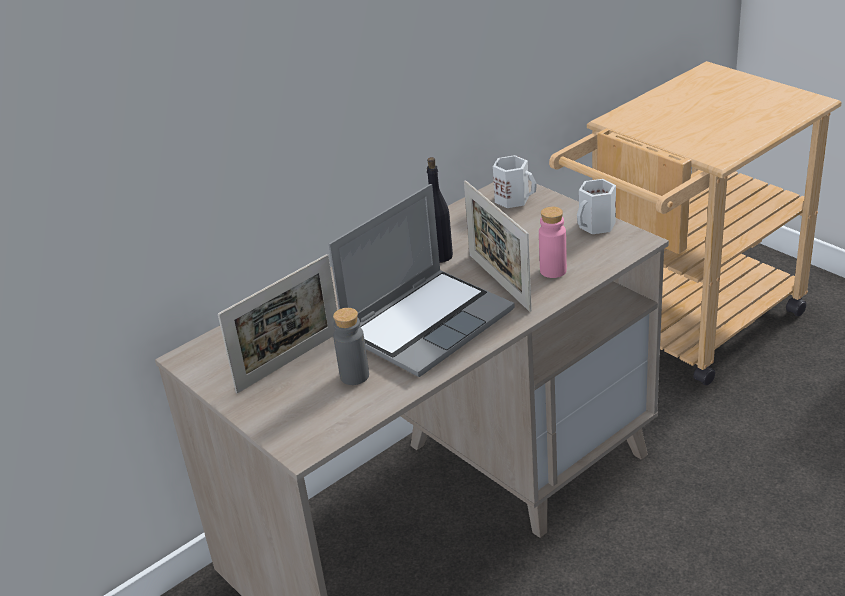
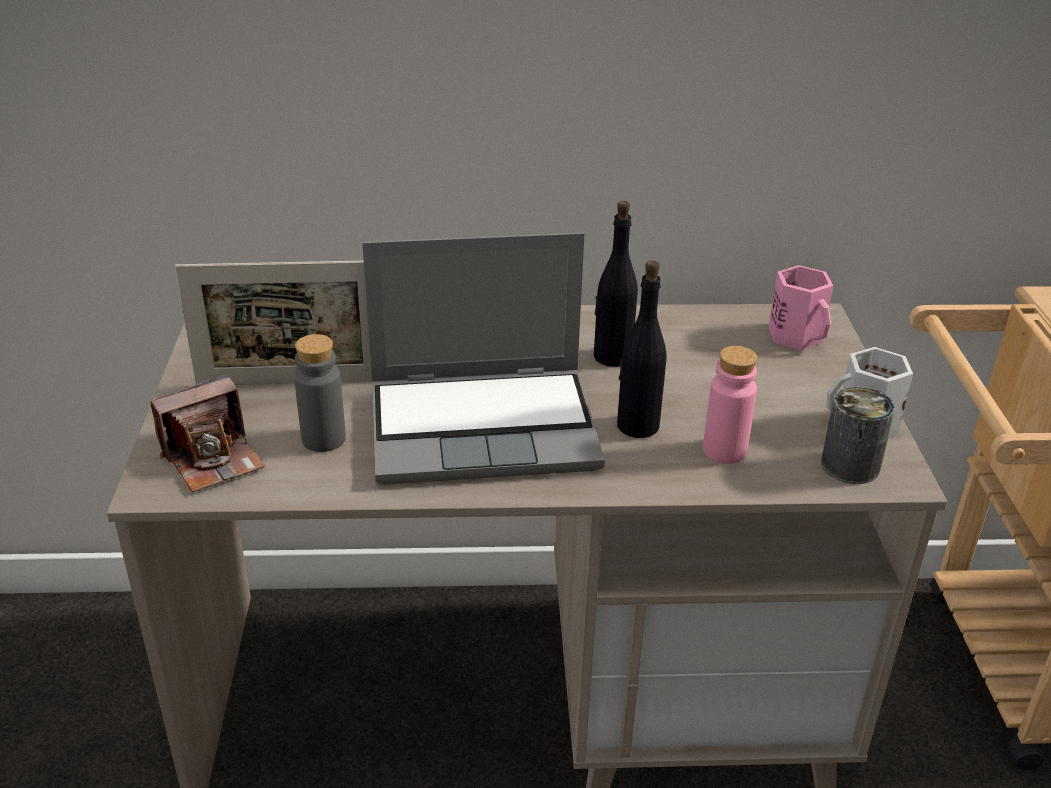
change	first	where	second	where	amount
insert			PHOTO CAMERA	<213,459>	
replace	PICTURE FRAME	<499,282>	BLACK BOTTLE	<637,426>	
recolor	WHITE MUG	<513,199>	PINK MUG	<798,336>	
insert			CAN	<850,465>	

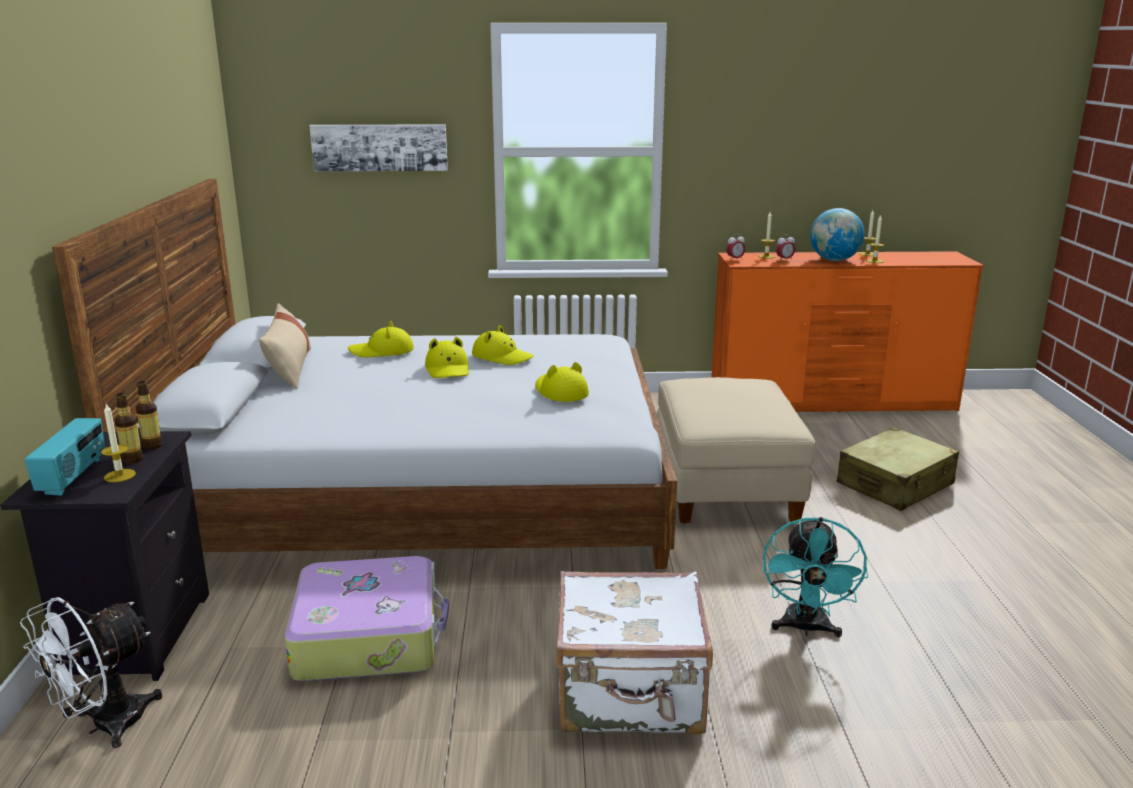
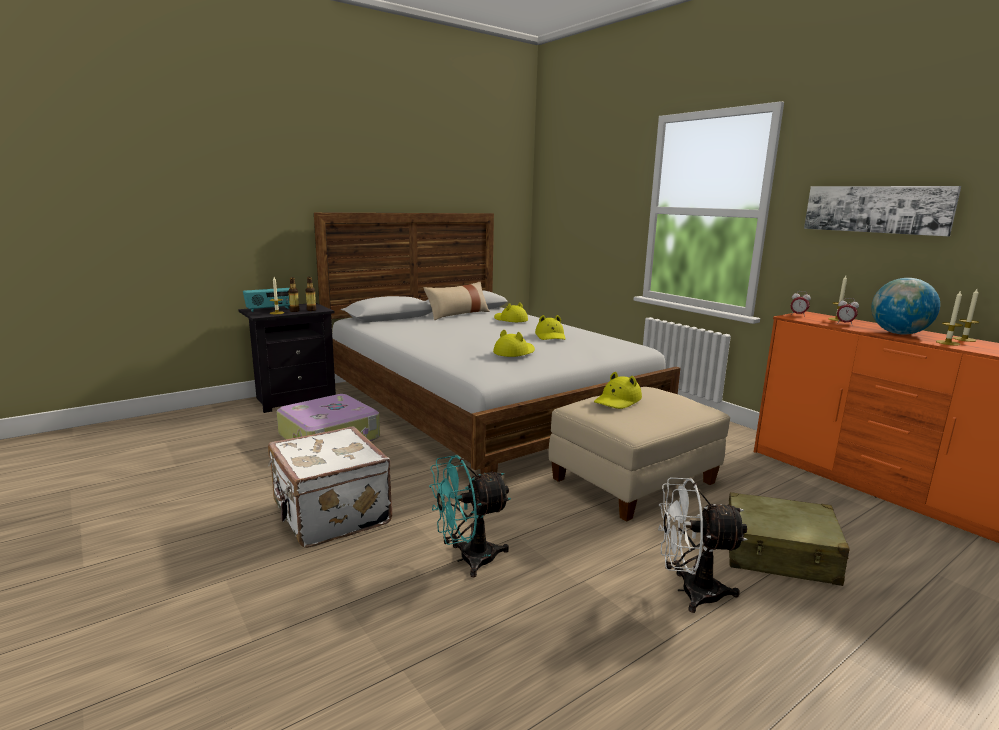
change	first	where	second	where	amount
move	YELLOW HAT	<448,369>		<617,401>	
move	WHITE FAN	<105,726>		<689,592>	
move	PICTURE	<380,147>		<876,209>	

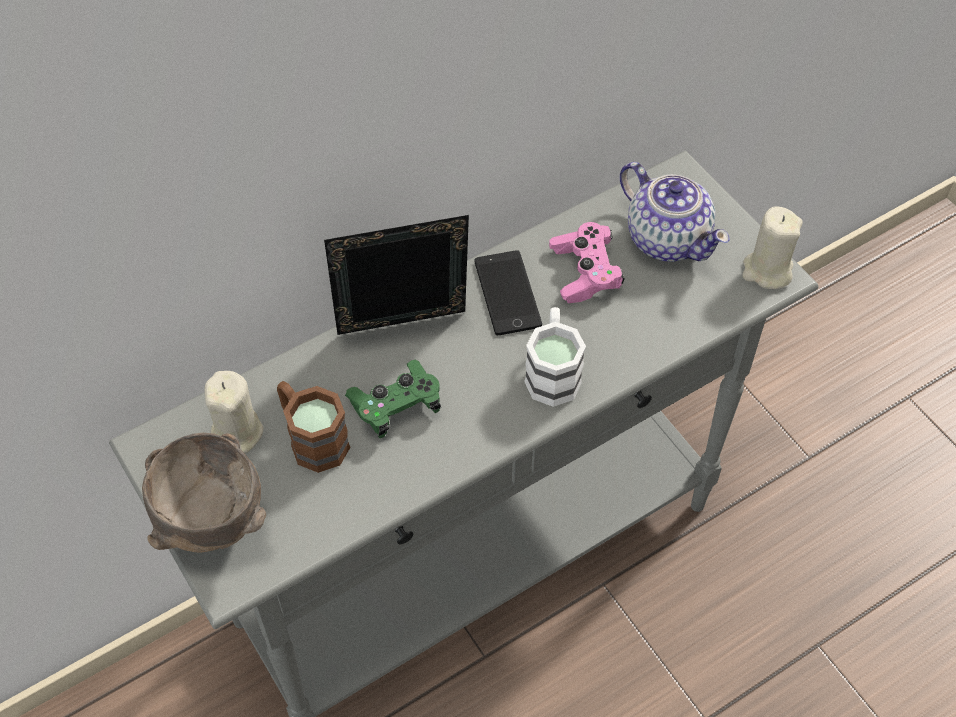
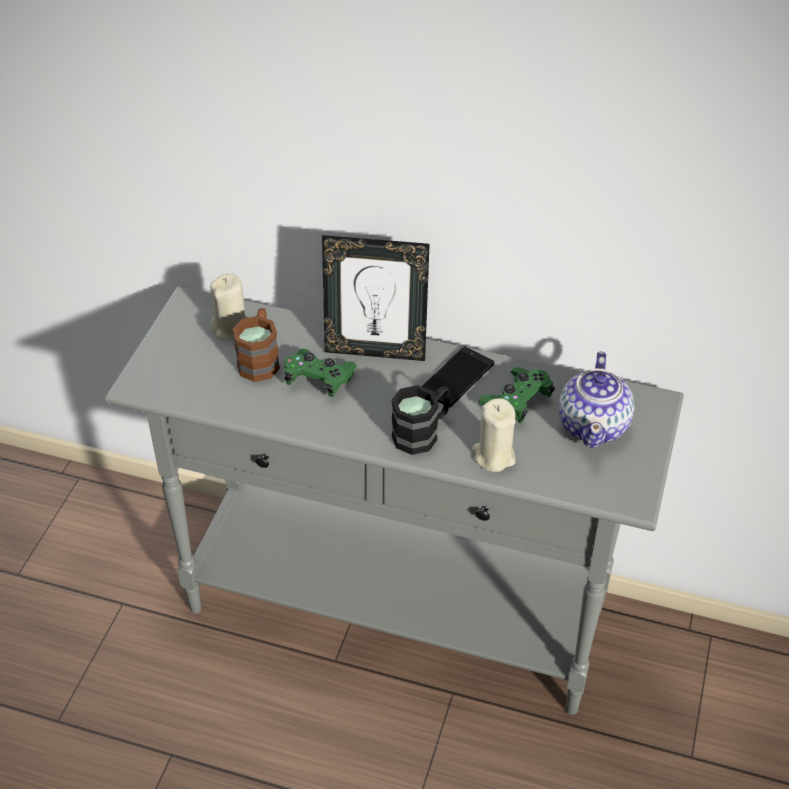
change	first	where	second	where	amount
rotate	PICTURE FRAME	<403,331>		<375,350>	150 degrees clockwise
recolor	WHITE MUG	<552,371>	BLACK MUG	<422,432>	
move	BEIGE CANDLE	<767,271>		<493,456>	
recolor	PINK GAME CONTROLLER	<585,272>	GREEN GAME CONTROLLER	<516,402>	
delete	BROWN BOWL	<212,524>			

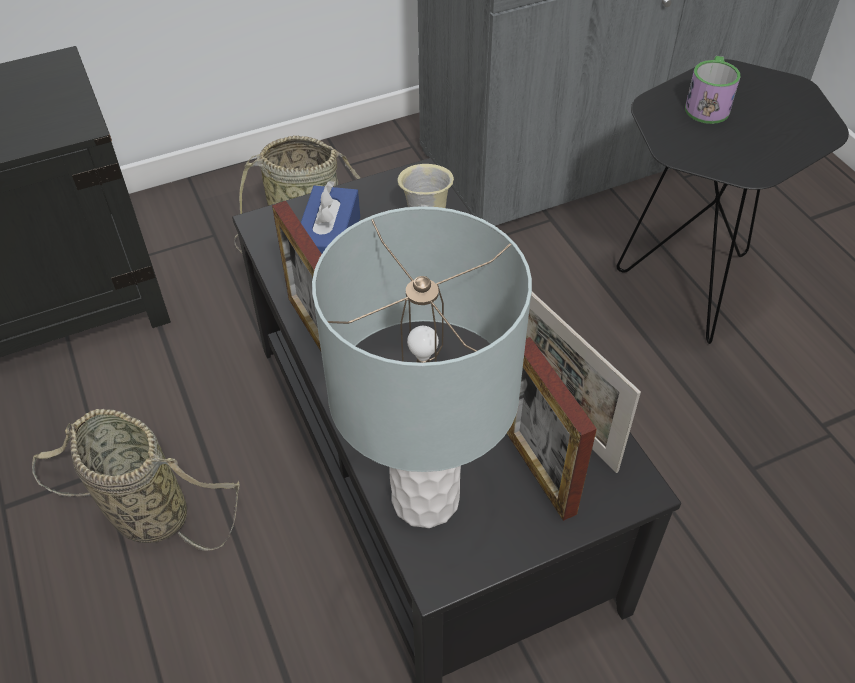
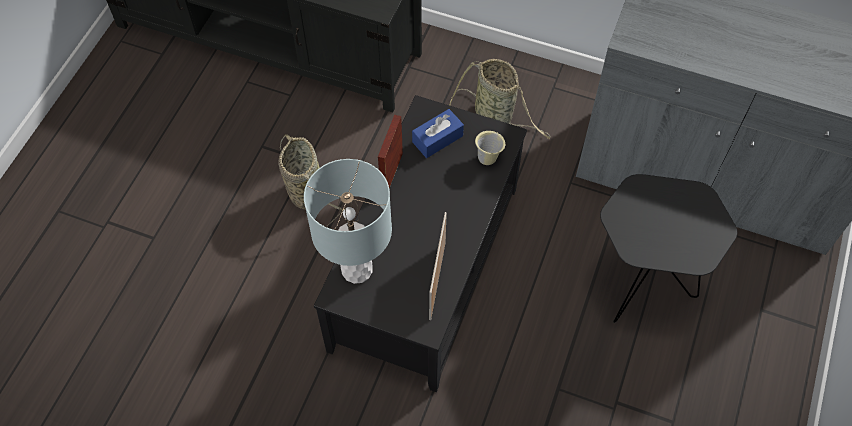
change	first	where	second	where	amount
delete	PICTURE FRAME	<540,472>			
delete	MUG	<708,105>			

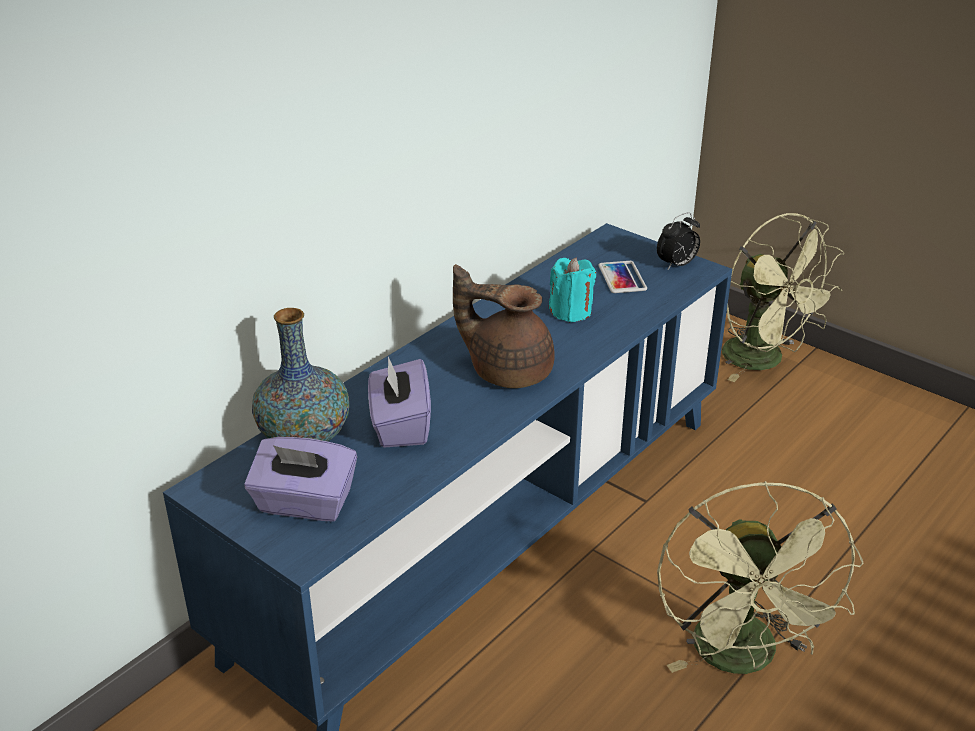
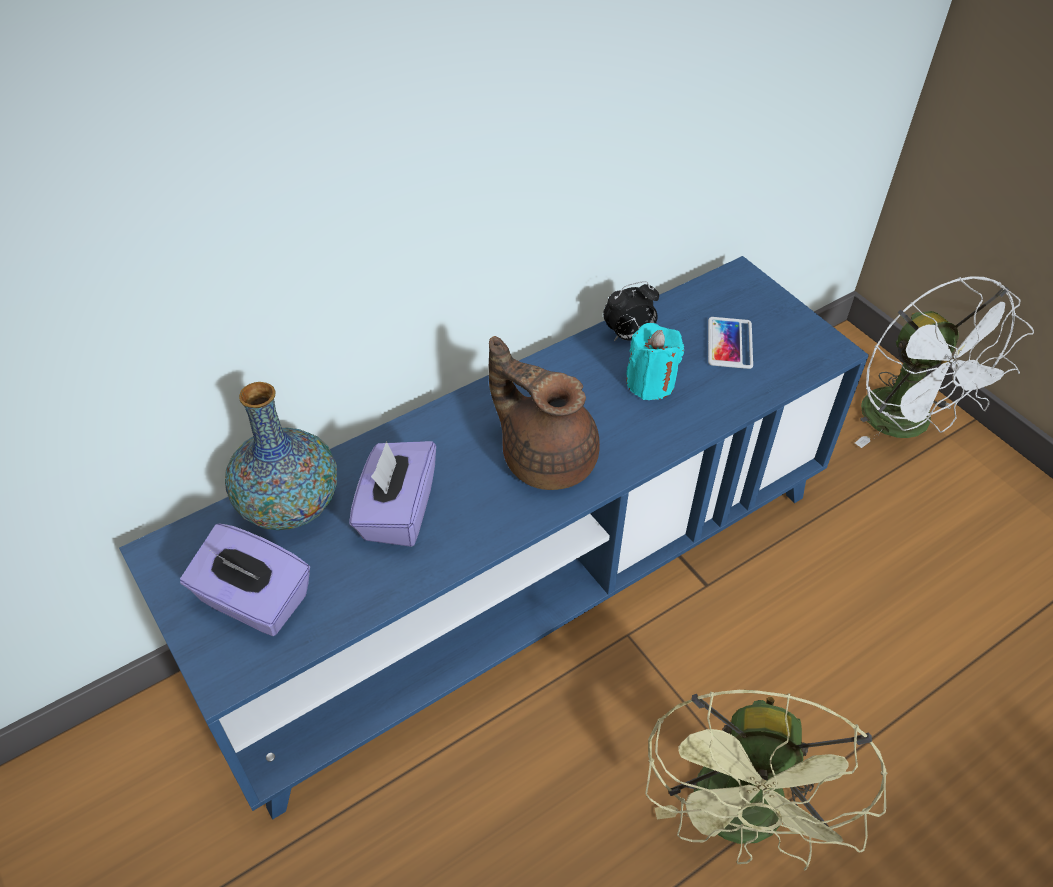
change	first	where	second	where	amount
move	ALARM CLOCK	<677,265>		<628,336>	
recolor	GREEN FAN	<764,361>	WHITE FAN	<907,425>	

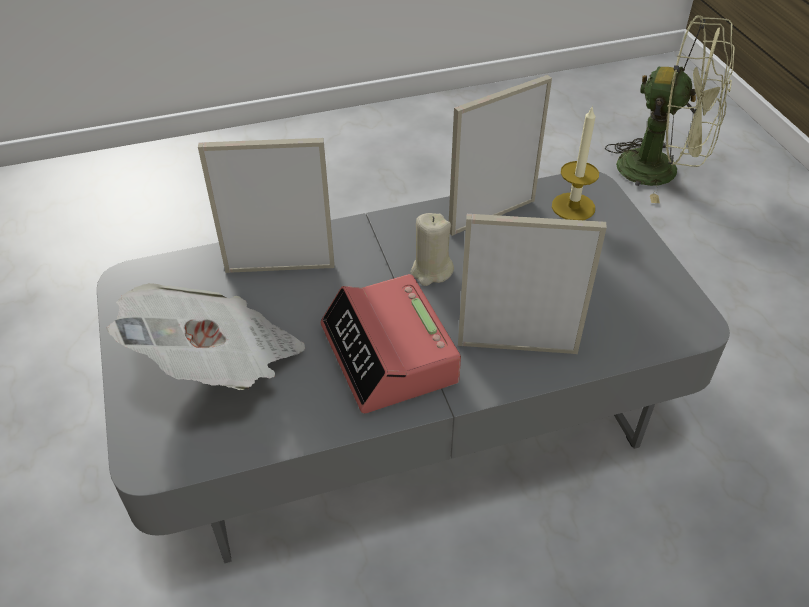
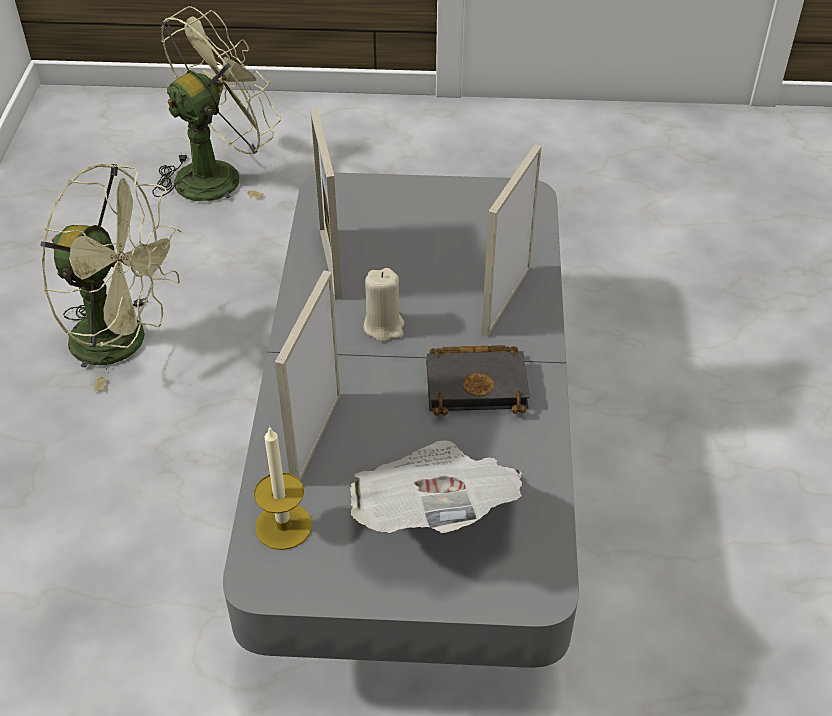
change	first	where	second	where	amount
insert			GREEN FAN	<125,341>	
move	CANDLE	<573,207>		<283,526>	
replace	ALARM CLOCK	<389,355>	BLACK BOOK	<479,384>	

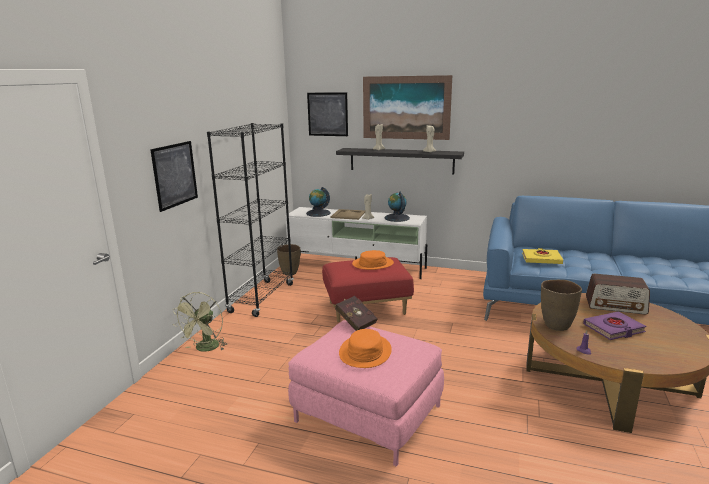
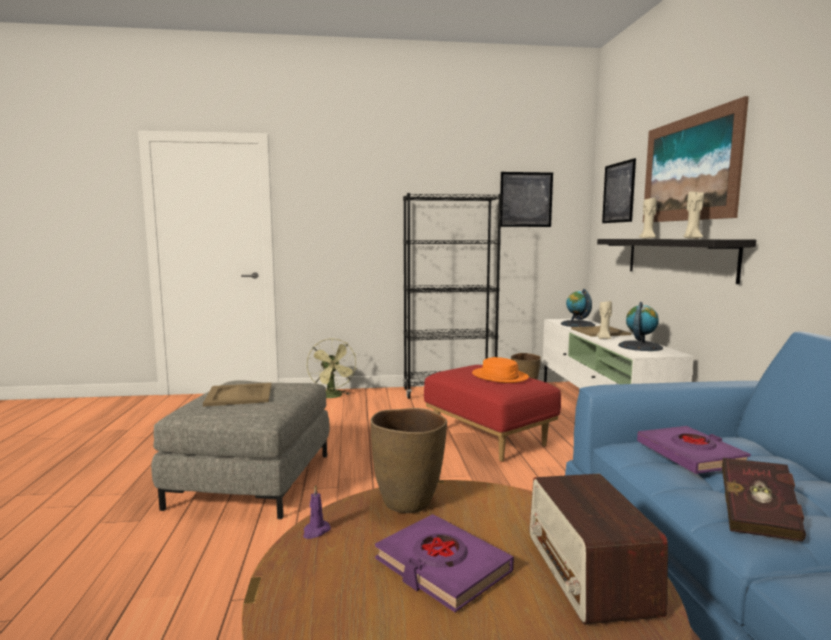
change	first	where	second	where	amount
recolor	PINK OTTOMAN	<369,413>	GREY OTTOMAN	<253,480>	
replace	ORANGE HAT	<365,352>	BEIGE TRAY	<238,395>	
rotate	GREEN FAN	<205,349>		<333,396>	105 degrees counterclockwise
move	PICTURE	<175,175>		<526,199>	
recolor	YELLOW BOOK	<541,259>	PURPLE BOOK	<690,455>	
move	RED BOOK	<355,322>		<758,517>	

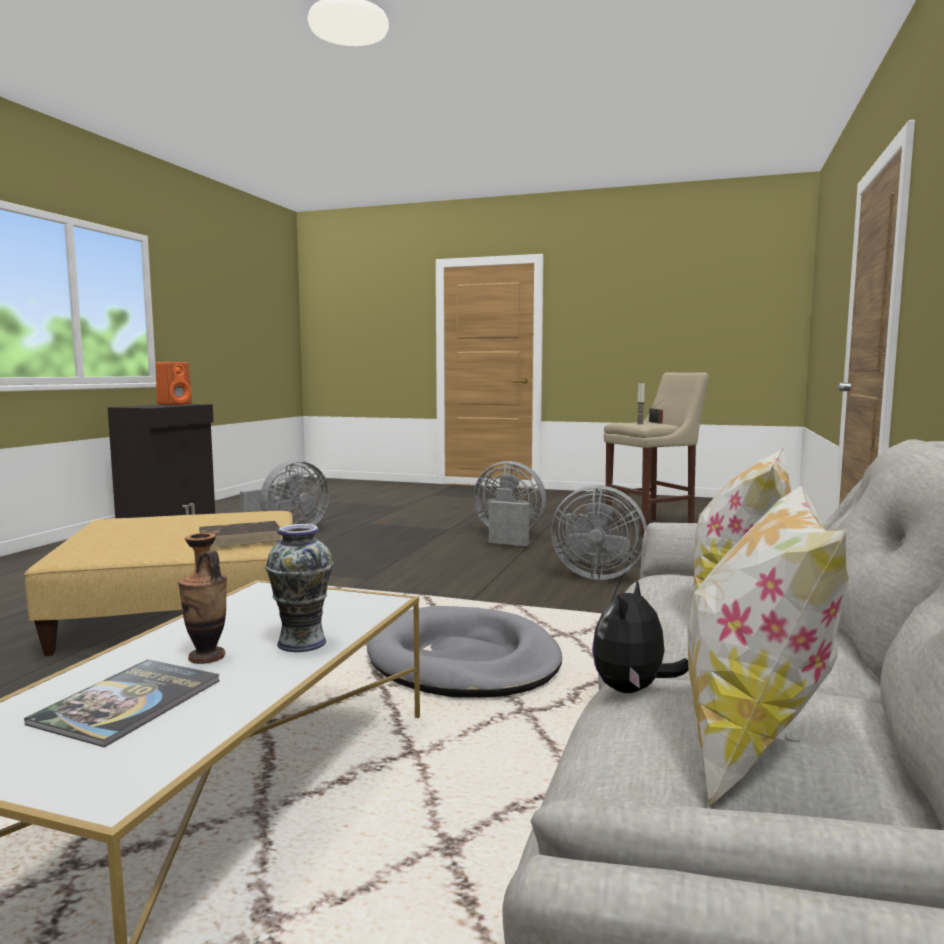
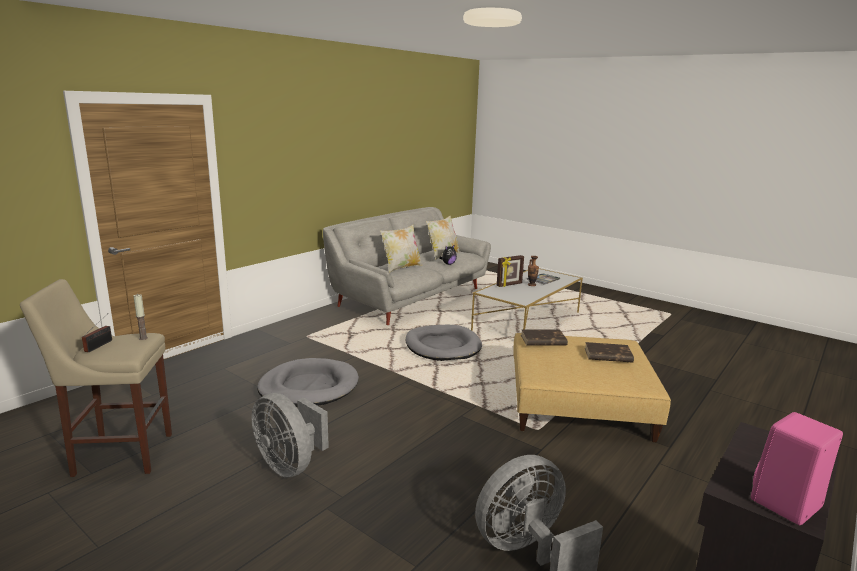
change	first	where	second	where	amount
replace	GREY FAN	<595,575>	GREY DOG BED	<309,387>	
replace	VASE	<301,643>	PICTURE FRAME	<509,285>	
insert			BROWN BOOK	<607,355>	
recolor	ORANGE SPEAKER	<175,404>	PINK SPEAKER	<785,504>	

